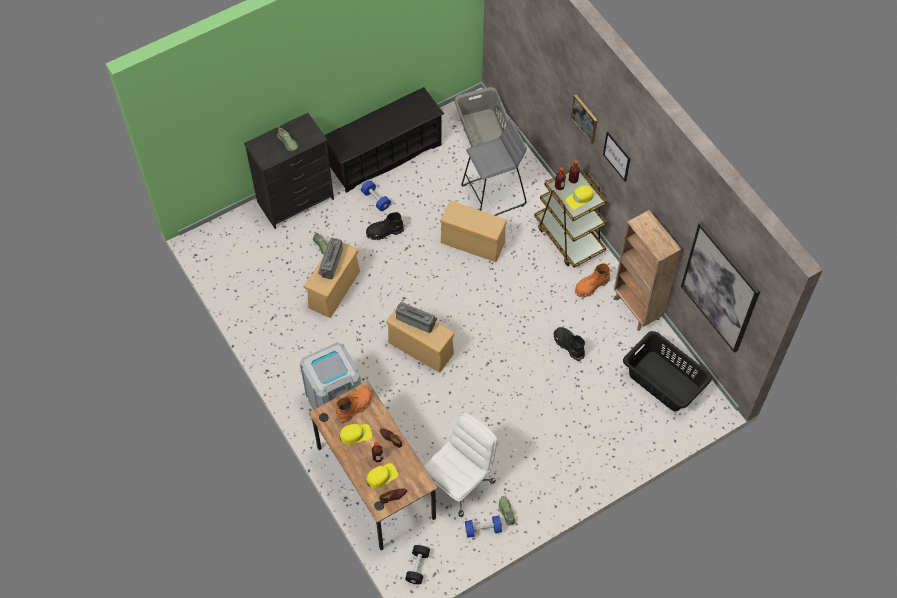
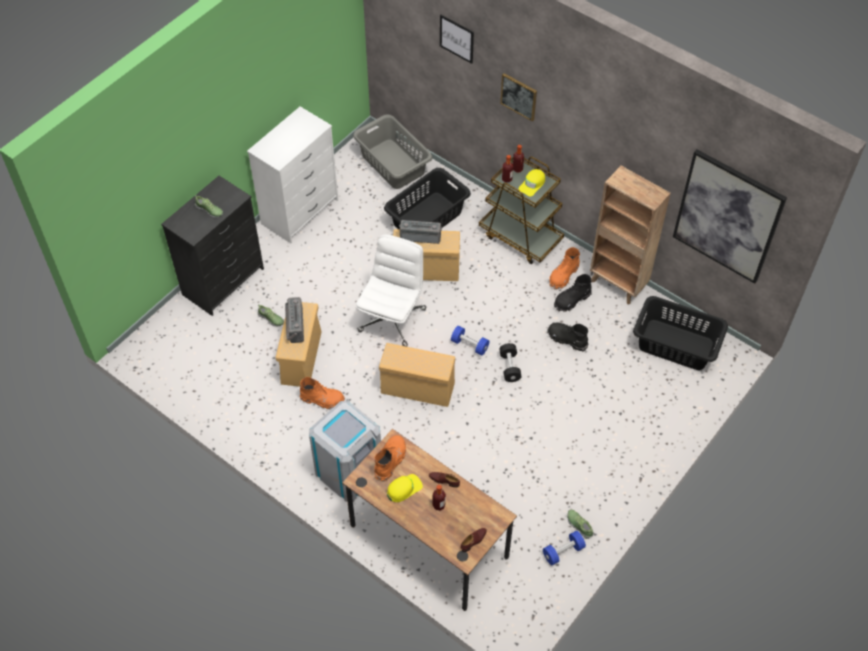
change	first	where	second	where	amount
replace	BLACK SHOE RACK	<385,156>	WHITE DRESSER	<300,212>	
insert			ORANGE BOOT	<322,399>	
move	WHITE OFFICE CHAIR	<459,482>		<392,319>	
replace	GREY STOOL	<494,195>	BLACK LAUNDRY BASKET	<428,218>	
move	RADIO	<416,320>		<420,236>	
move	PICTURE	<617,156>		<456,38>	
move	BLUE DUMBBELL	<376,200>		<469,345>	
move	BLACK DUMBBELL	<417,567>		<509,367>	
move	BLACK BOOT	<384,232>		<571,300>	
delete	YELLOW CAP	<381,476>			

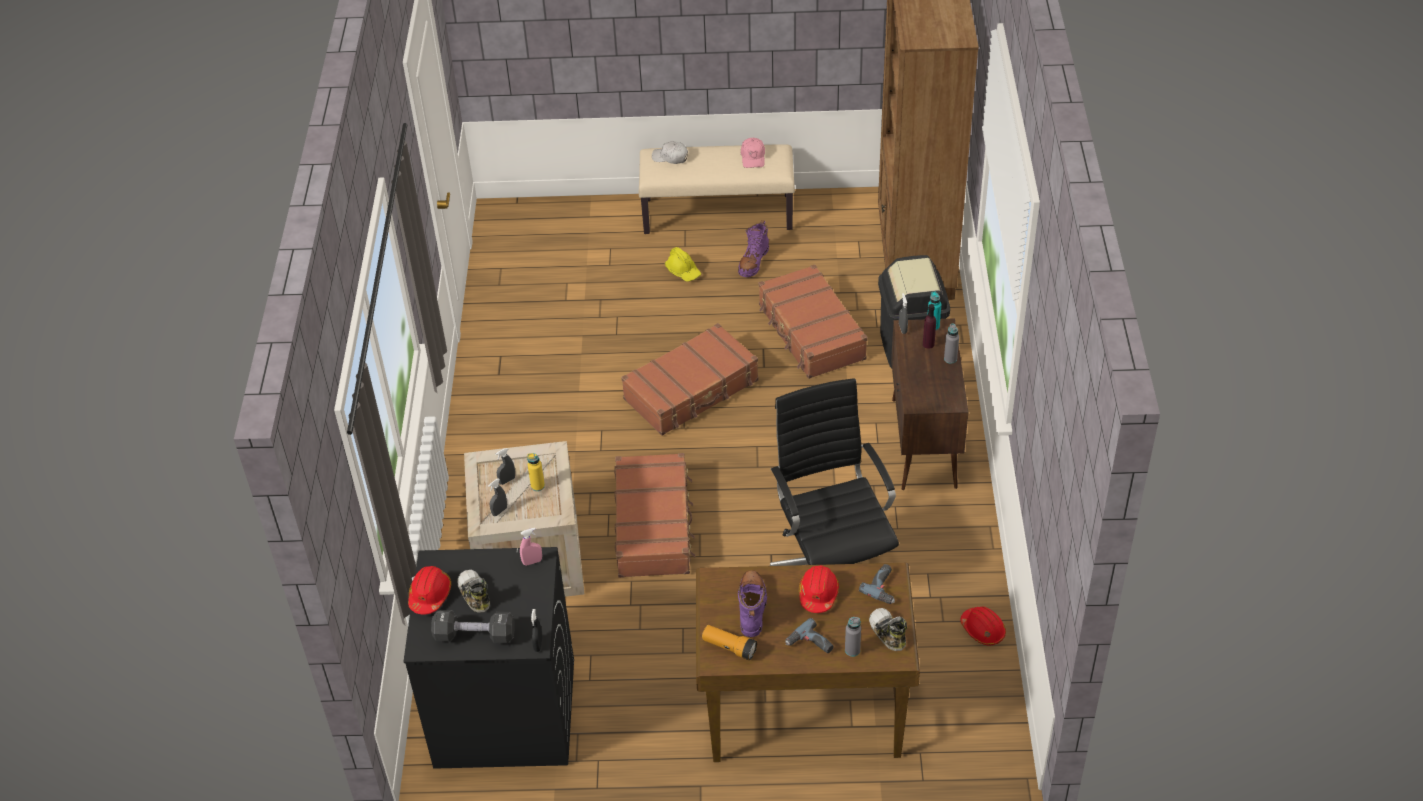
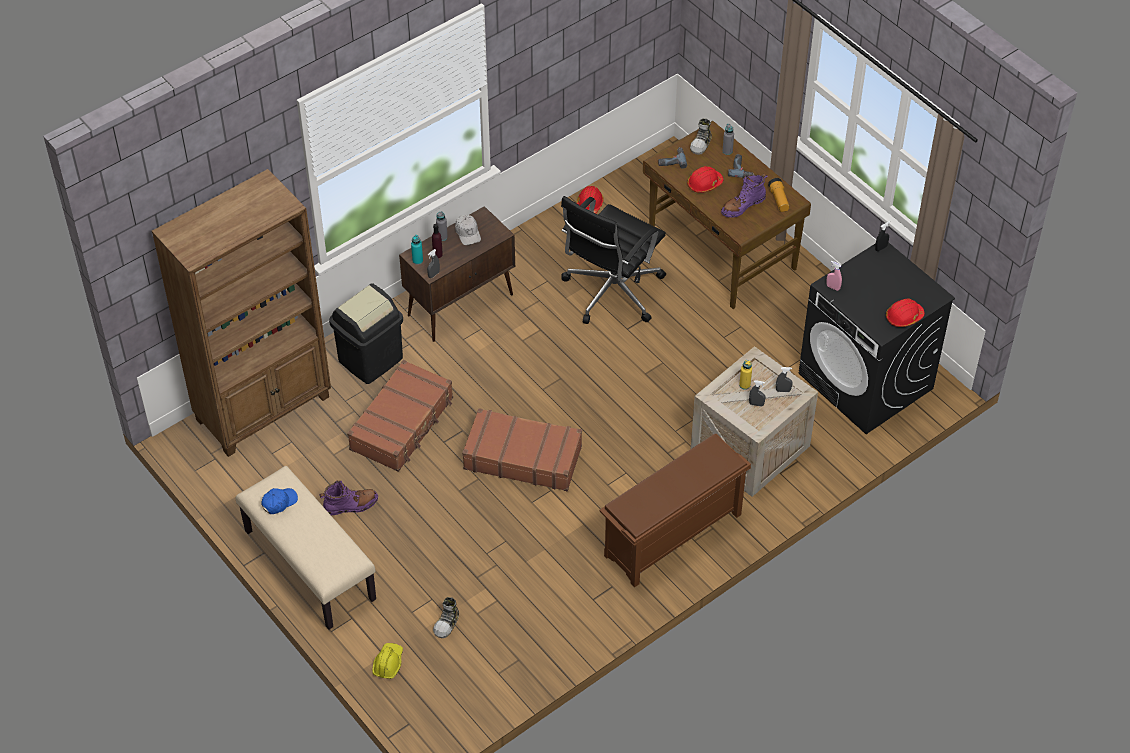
change	first	where	second	where	amount
recolor	PINK CAP	<753,157>	BLUE CAP	<279,502>	
move	YELLOW HARD HAT	<683,271>		<388,663>	
move	SHOE	<474,595>		<447,623>	
move	WHITE CAP	<670,157>		<468,233>	
insert			BROWN SHOE RACK	<672,536>	
delete	BLACK DUMBBELL	<475,635>			
delete	BROWN SUITCASE	<654,525>			

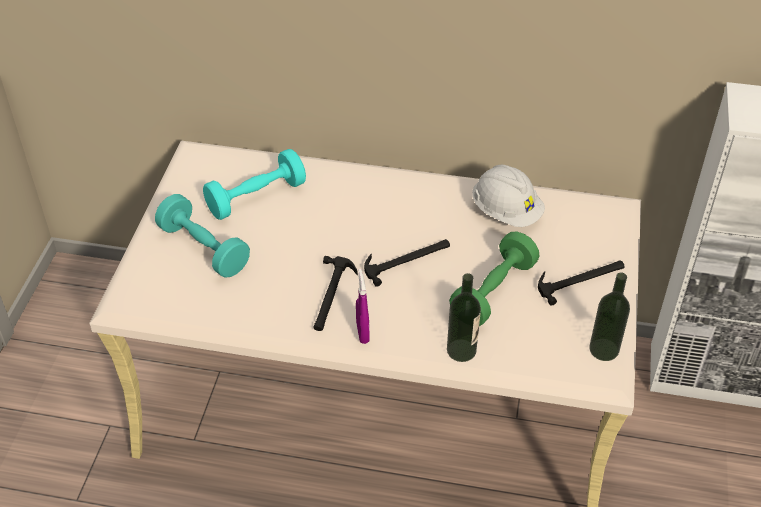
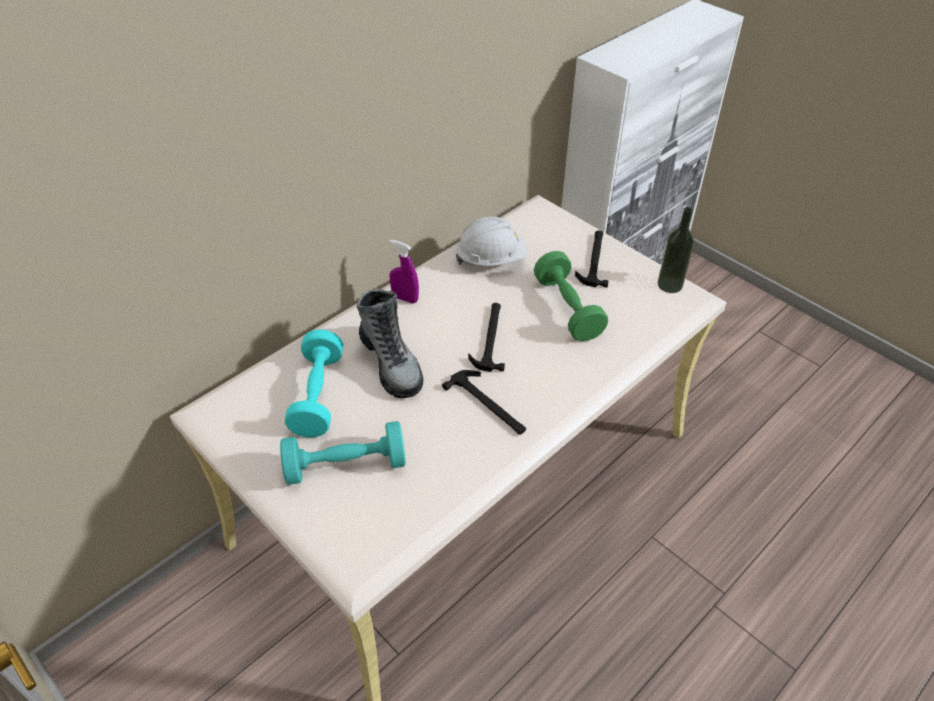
change	first	where	second	where	amount
insert			BOOT	<391,363>	
move	PURPLE SPRAY BOTTLE	<362,333>		<405,298>	
delete	BOTTLE	<461,350>			

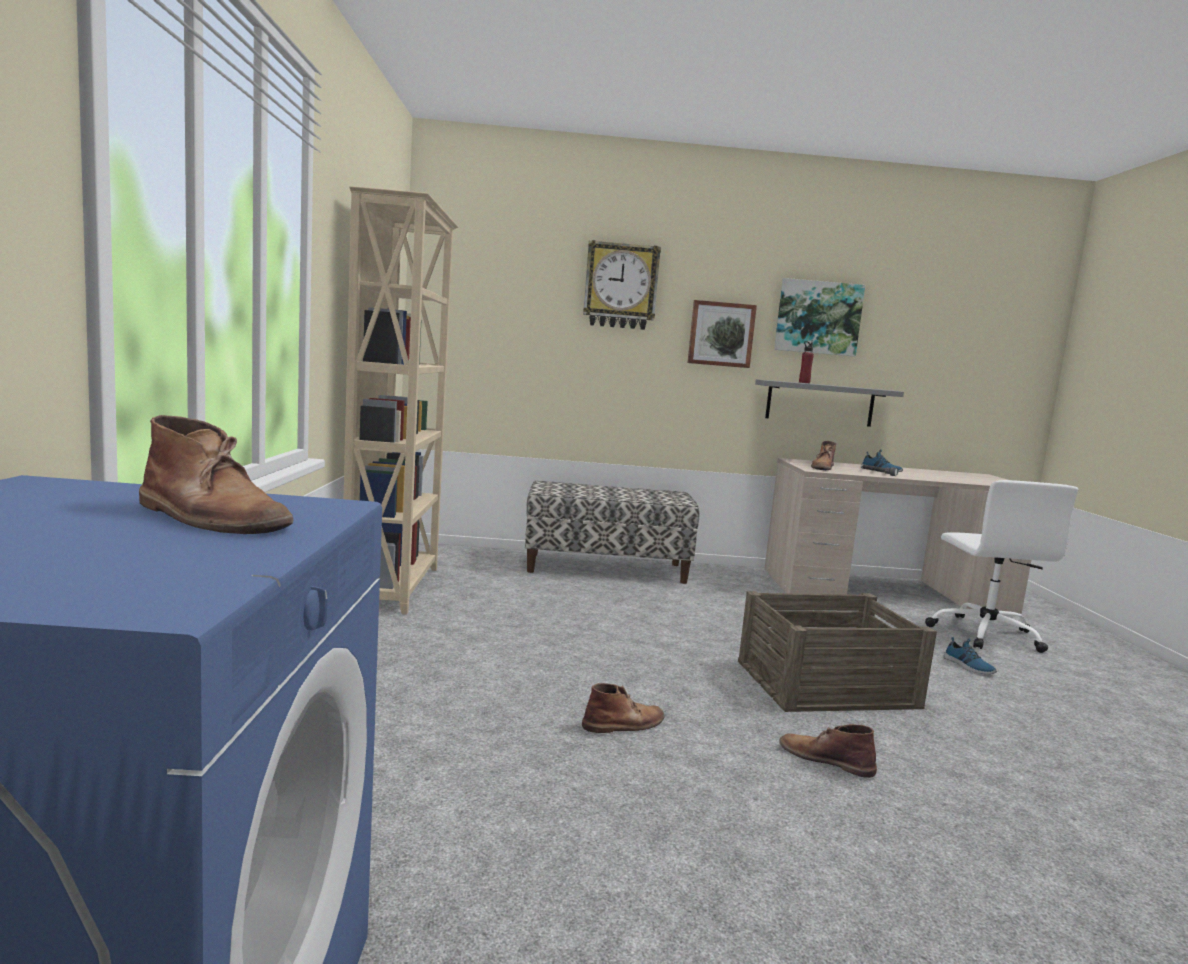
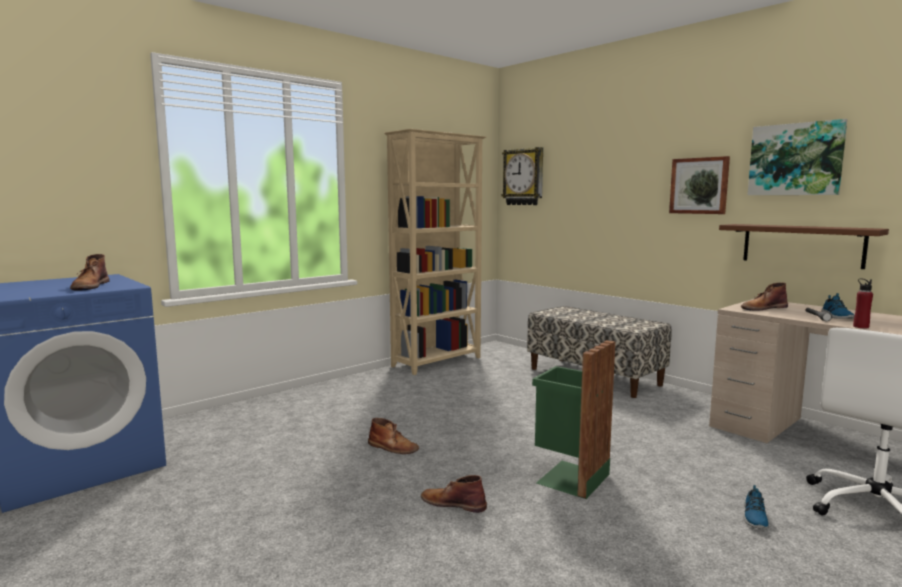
change	first	where	second	where	amount
rotate	BROWN BOOT	<825,758>		<453,503>	60 degrees counterclockwise
move	WALL CLOCK	<621,286>		<523,177>	
replace	CRATE	<827,684>	GREEN TRASH CAN	<569,477>	
recolor	GREY SHELF	<820,403>	BROWN SHELF	<802,245>	
move	RED BOTTLE	<804,383>		<860,327>	

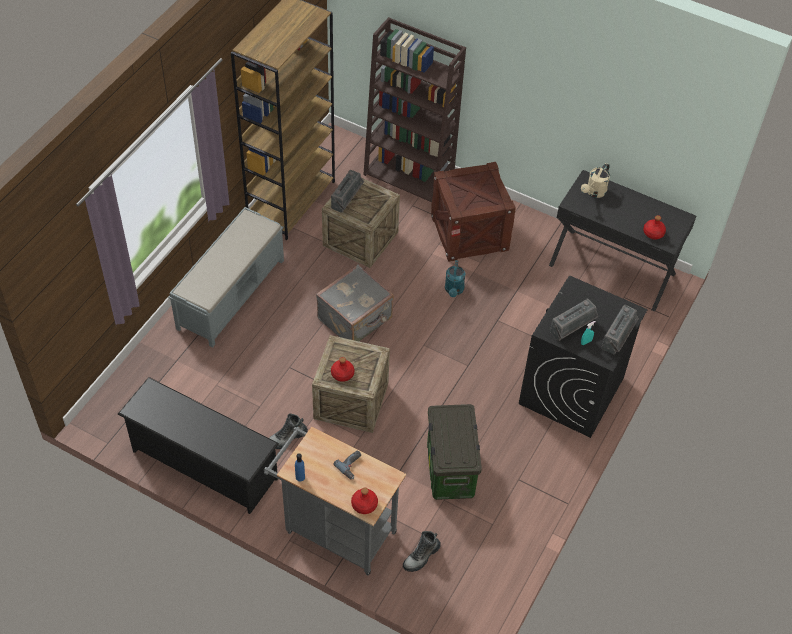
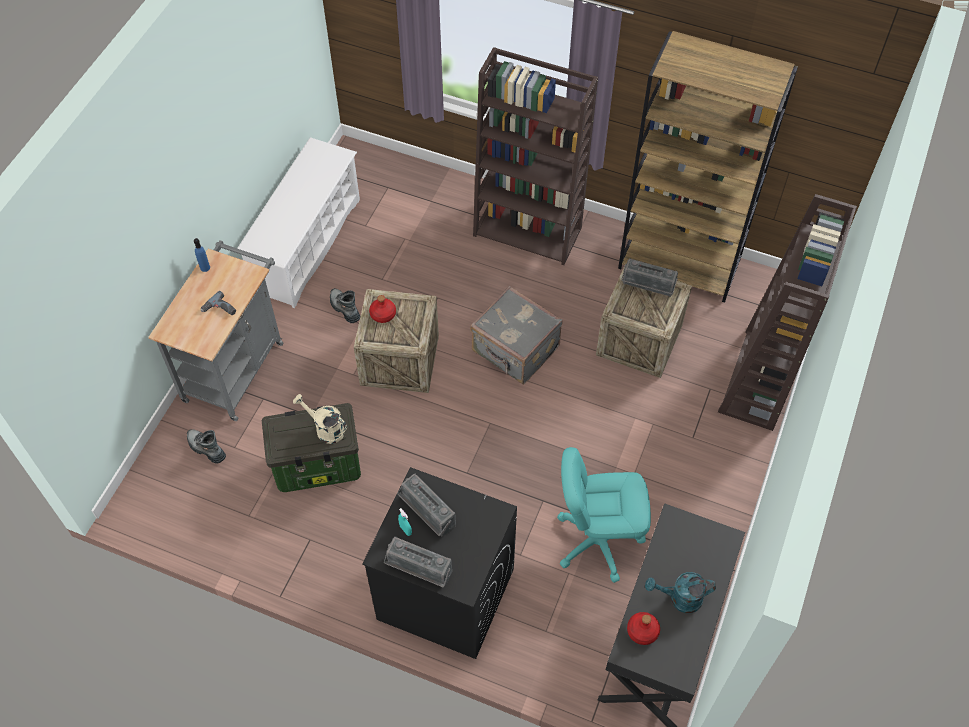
change	first	where	second	where	amount
recolor	BLACK SHOE RACK	<204,465>	WHITE SHOE RACK	<306,245>	
move	BEIGE WATERING CAN	<594,192>		<325,429>	
replace	GREY BENCH	<231,293>	BROWN BOOKCASE	<528,231>	
insert			TURQUOISE OFFICE CHAIR	<597,540>	
move	TURQUOISE WATERING CAN	<454,290>		<679,599>	
delete	RED BOTTLE	<364,504>			
delete	CRATE	<469,232>			

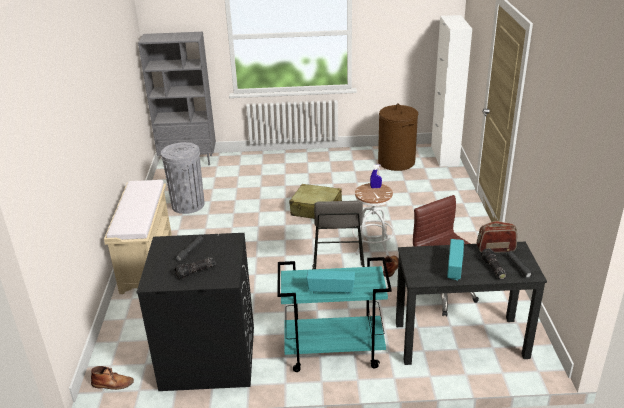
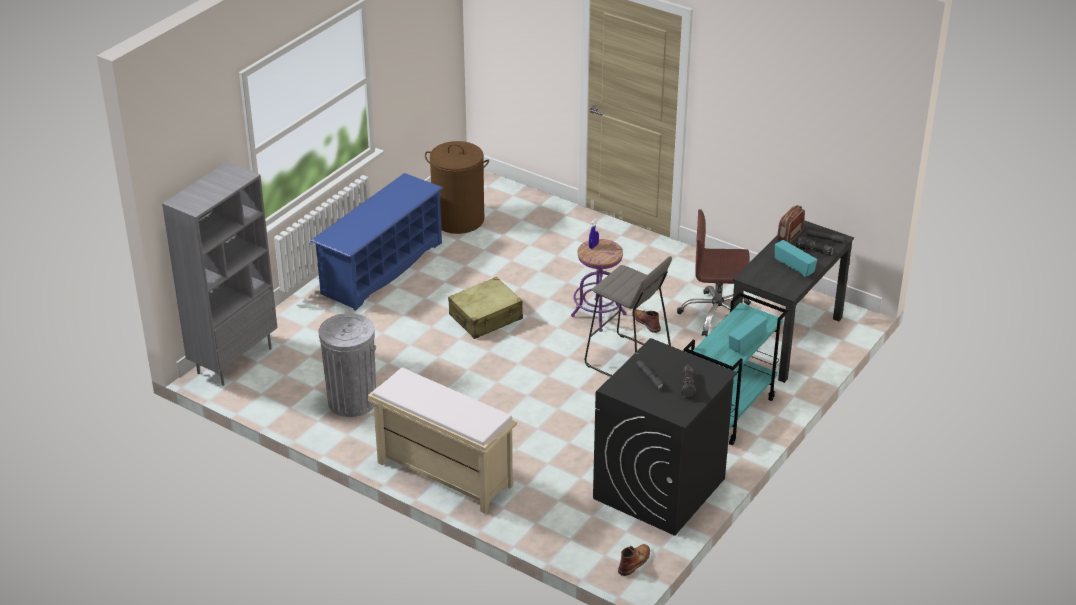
change	first	where	second	where	amount
insert			BLUE SHOE RACK	<381,268>	
recolor	WHITE STOOL	<372,246>	PURPLE STOOL	<598,315>	
delete	WHITE CABINET	<444,156>			

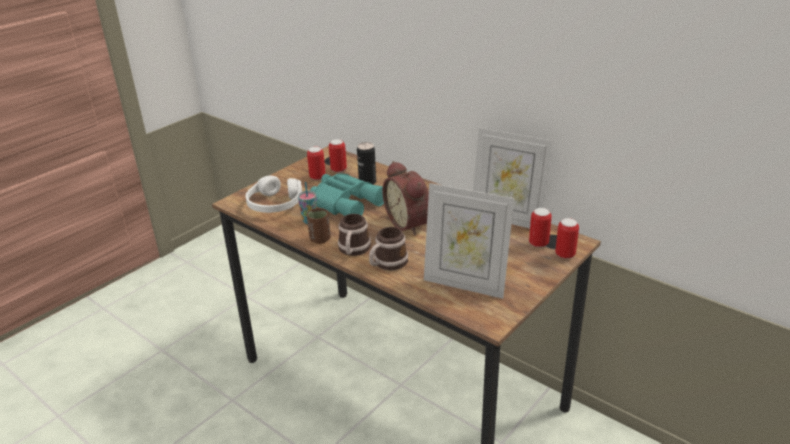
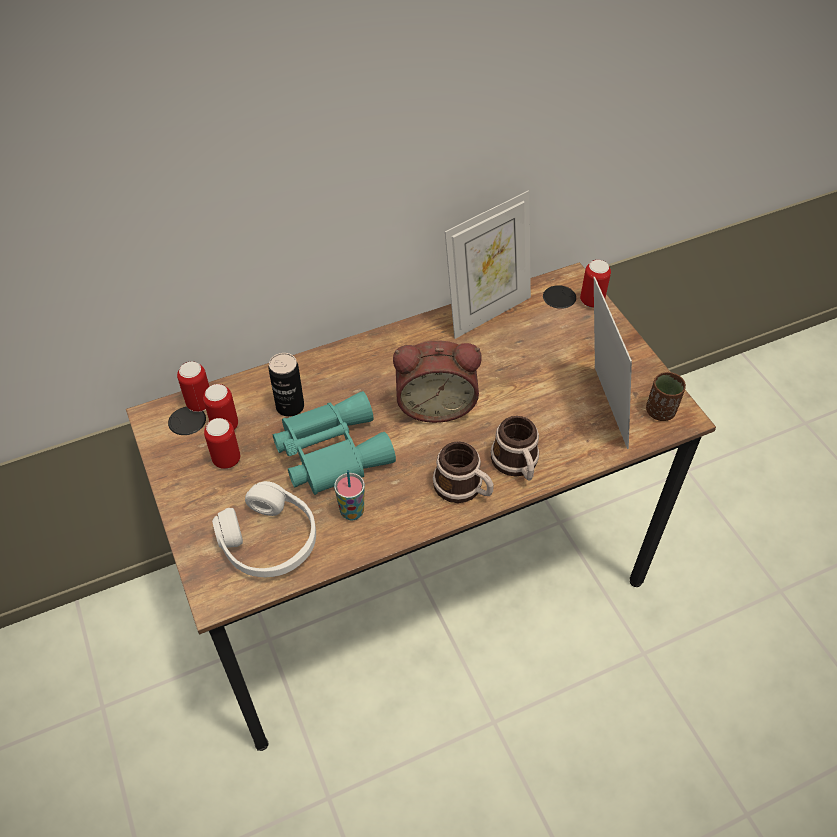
change	first	where	second	where	amount
move	CAN	<538,244>		<200,403>	
rotate	PICTURE FRAME	<465,284>		<600,408>	60 degrees counterclockwise
move	BROWN CUP	<320,239>		<660,411>	

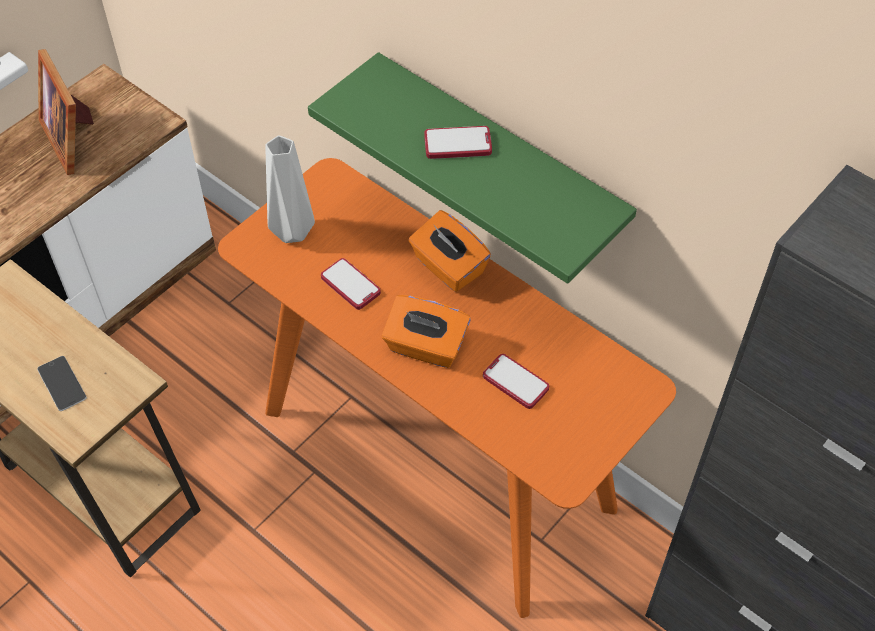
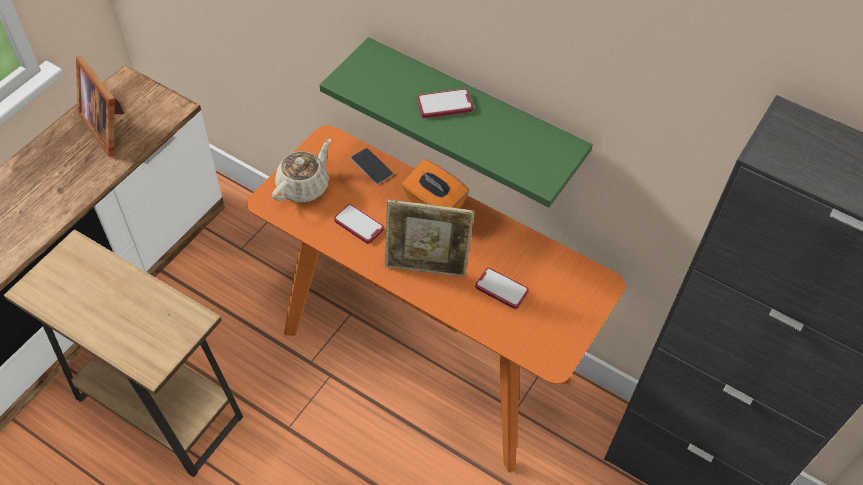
change	first	where	second	where	amount
replace	GREY VASE	<291,231>	BEIGE TEAPOT	<304,186>	
move	PHONE	<62,383>		<371,166>	
replace	ORANGE TISSUE BOX	<425,347>	PICTURE FRAME	<426,268>	

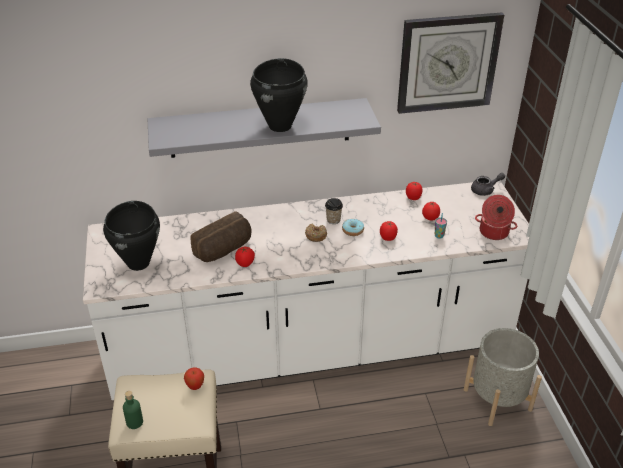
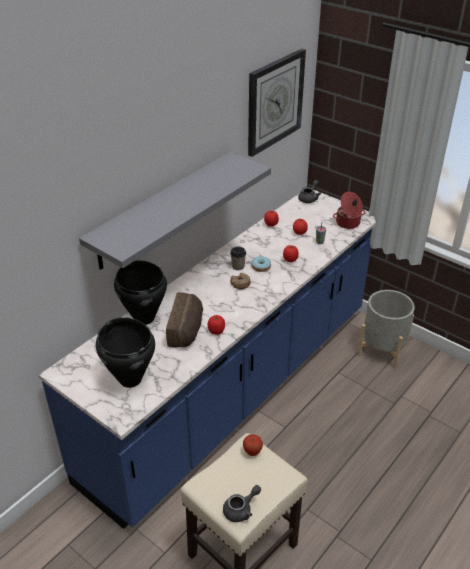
change	first	where	second	where	amount
recolor	WHITE COUNTER	<311,351>	BLUE COUNTER	<234,391>	
move	BLACK COOKING POT	<280,126>		<144,317>	
replace	GREEN BOTTLE	<134,422>	GREY TEAPOT	<241,509>	

